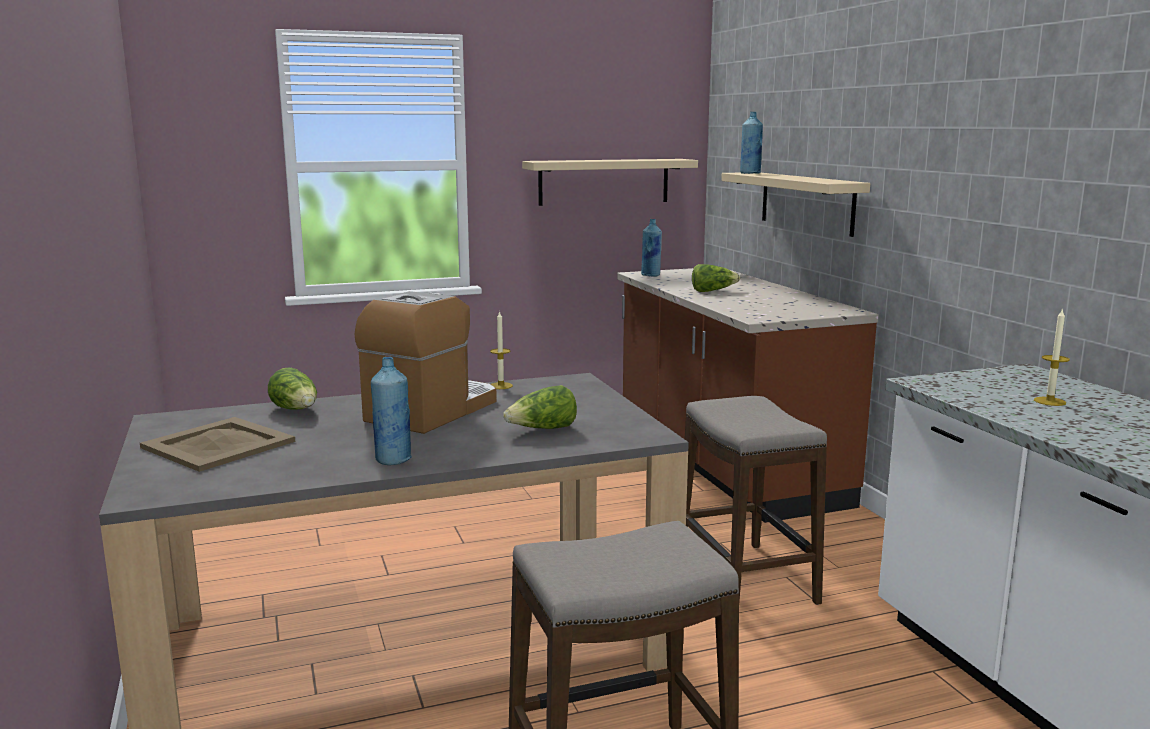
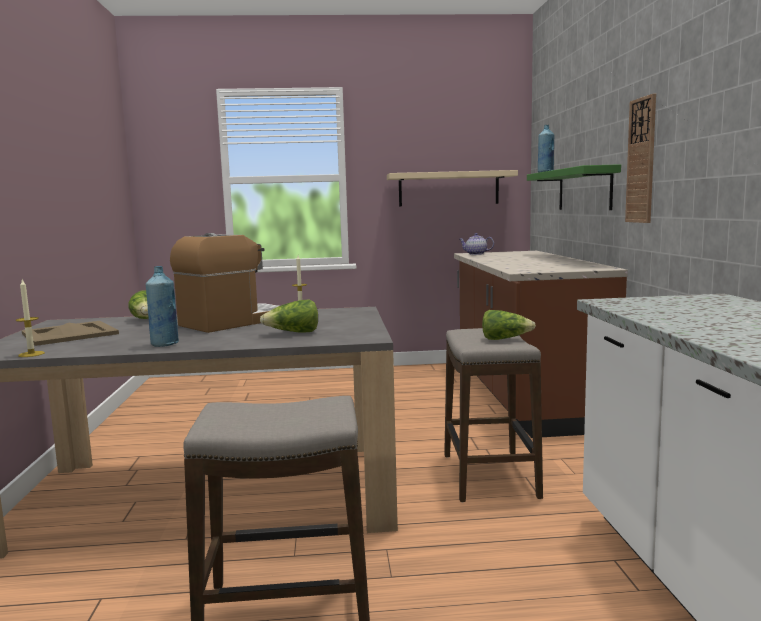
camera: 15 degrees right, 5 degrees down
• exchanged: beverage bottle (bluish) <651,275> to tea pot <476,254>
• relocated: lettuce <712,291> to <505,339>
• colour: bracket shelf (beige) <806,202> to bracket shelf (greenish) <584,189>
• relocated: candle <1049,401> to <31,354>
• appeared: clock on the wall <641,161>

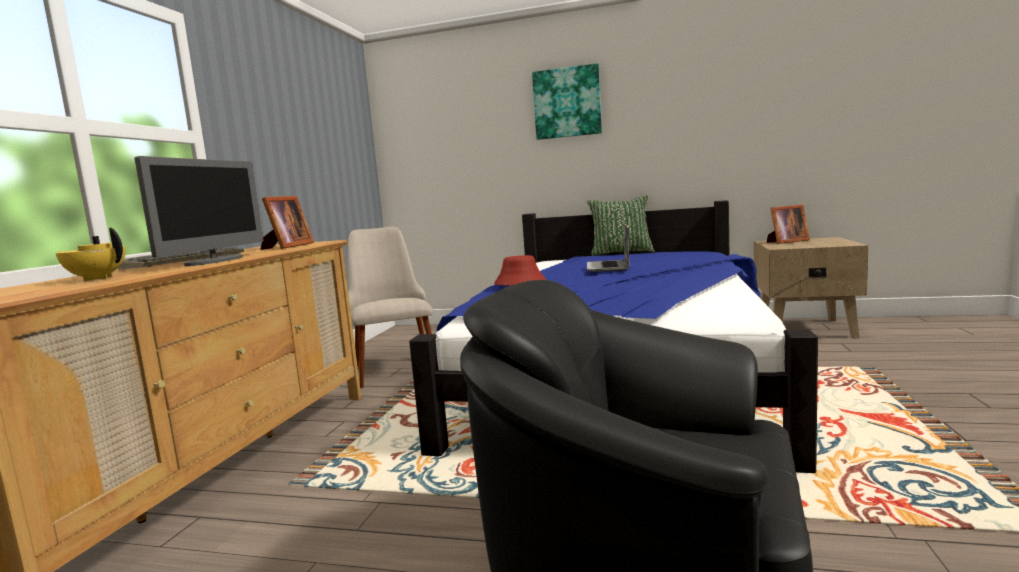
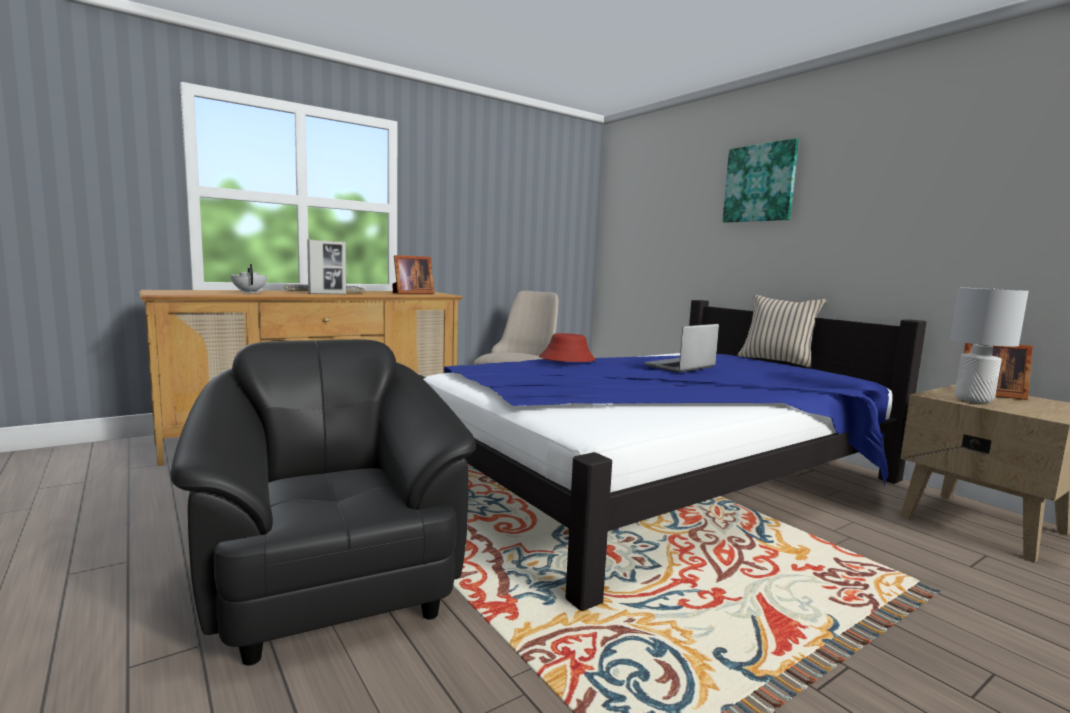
camera: 40 degrees right, 0 degrees up
• colour: tea pot (yellowish) <96,278> to tea pot (white-coloured) <250,292>
• exchanged: computer display <215,261> to picture frame <327,294>
• colour: pillow (greenish) <621,253> to pillow (beige) <777,361>
• appeared: lamp for a table (grey) <972,401>

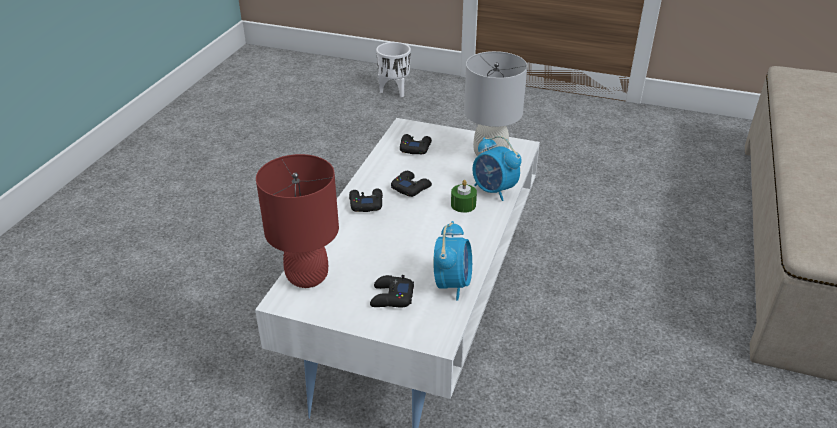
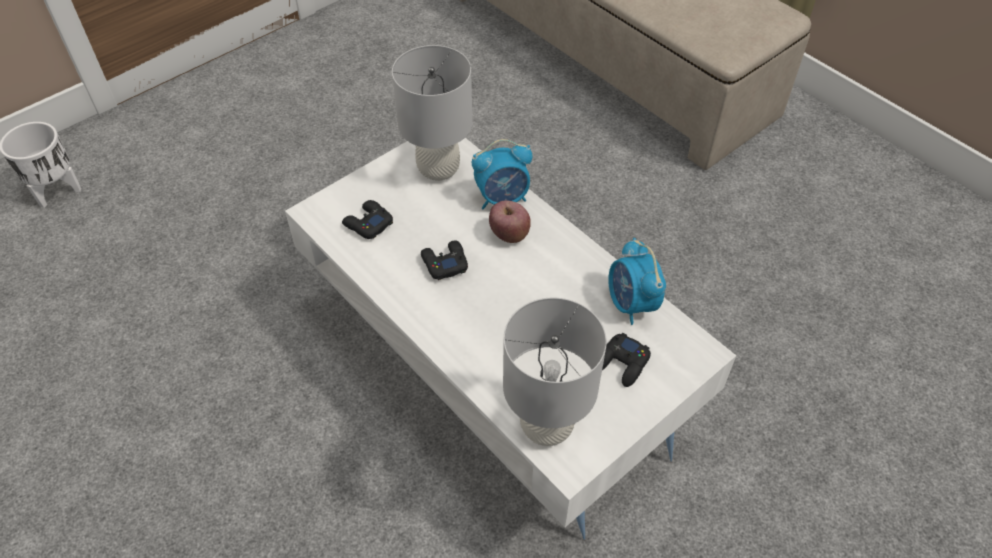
camera: 60 degrees left, 15 degrees up
• colour: lamp for a table (red-coloured) <309,279> to lamp for a table (grey) <548,426>
• missing: gamepad (black) <366,204>
• spun: alarm clock <452,284> = <631,304> 150 degrees counterclockwise
• exchanged: candle (greenish) <463,205> to apple <509,234>

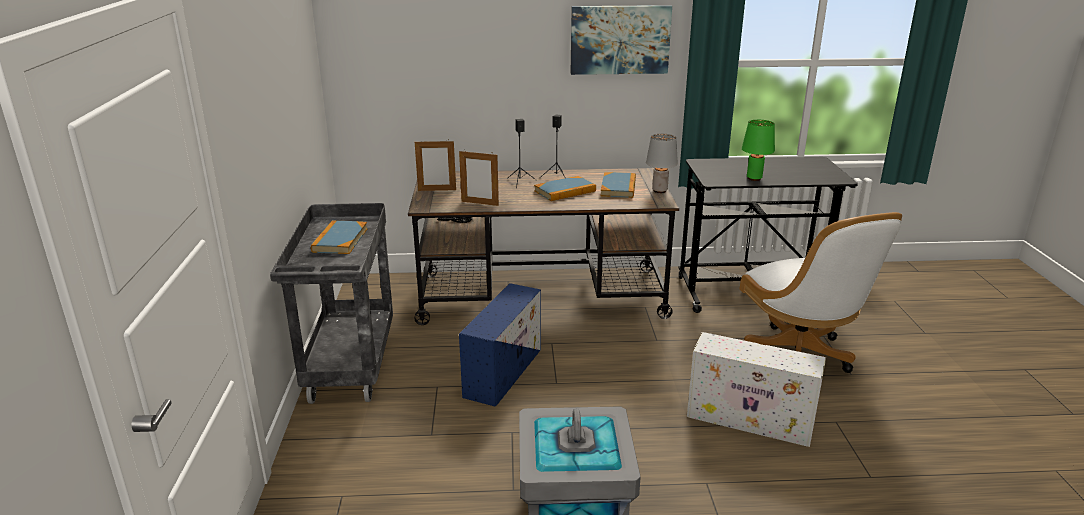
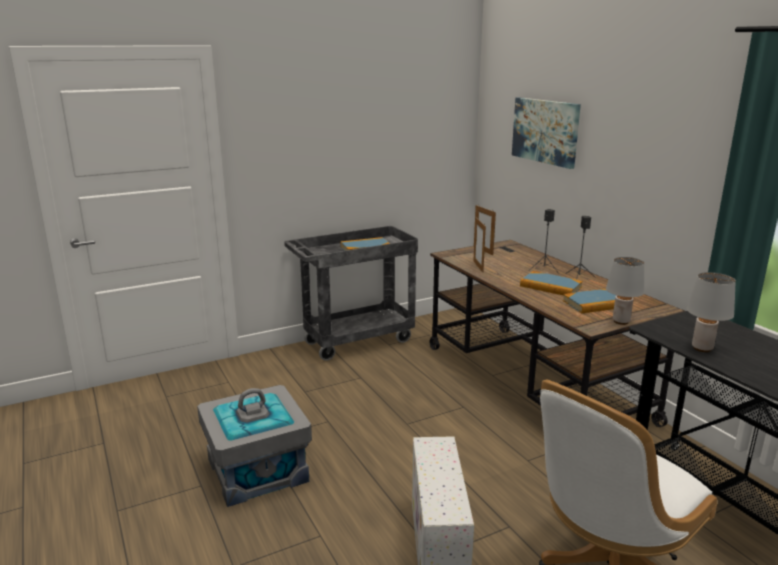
camera: 65 degrees right, 5 degrees down
• missing: storage box (bluish) <504,371>
• relocated: picture <620,39> to <545,131>
• colour: lamp for a table (greenish) <753,178> to lamp for a table (grey) <702,348>

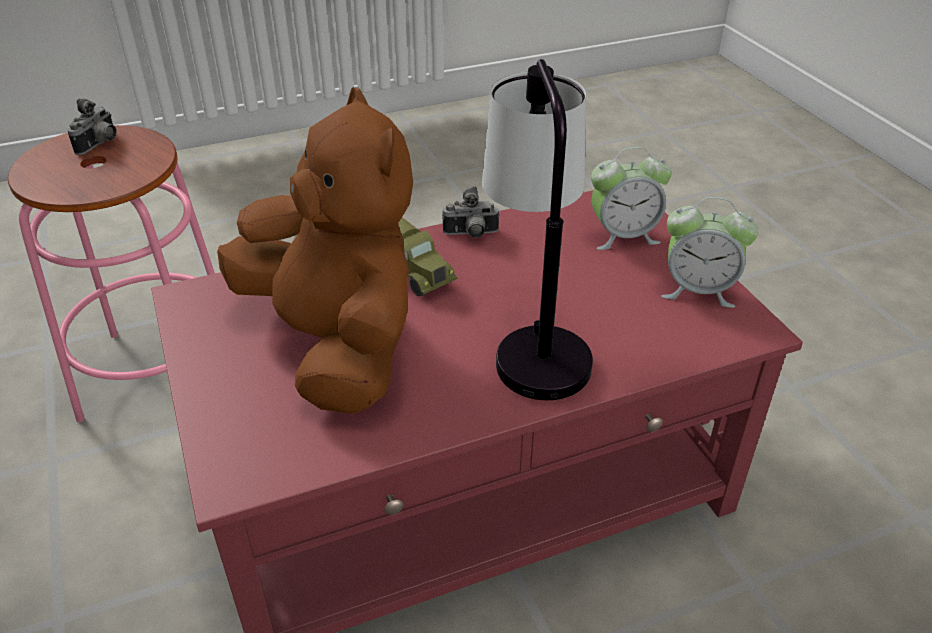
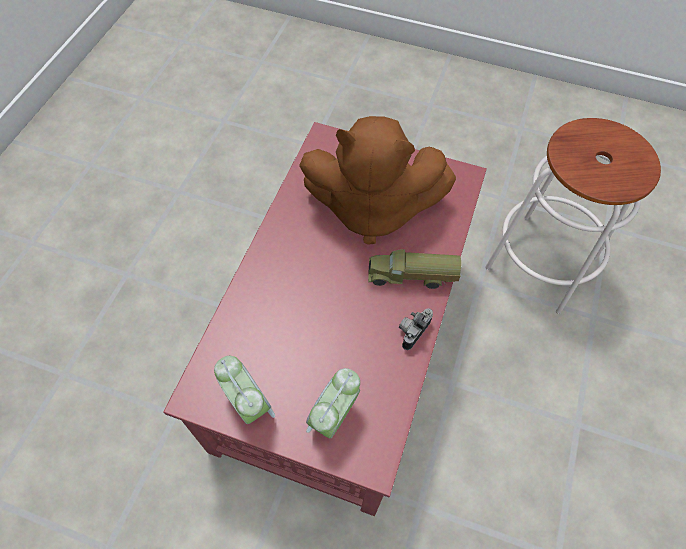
camera: 130 degrees right, 20 degrees up
• colour: sitting stool (pinkish) <159,373> to sitting stool (white-coloured) <541,262>
• missing: photo camera <100,144>
• missing: lamp for a table <532,336>
• spun: alarm clock <698,290> = <248,403> 90 degrees clockwise

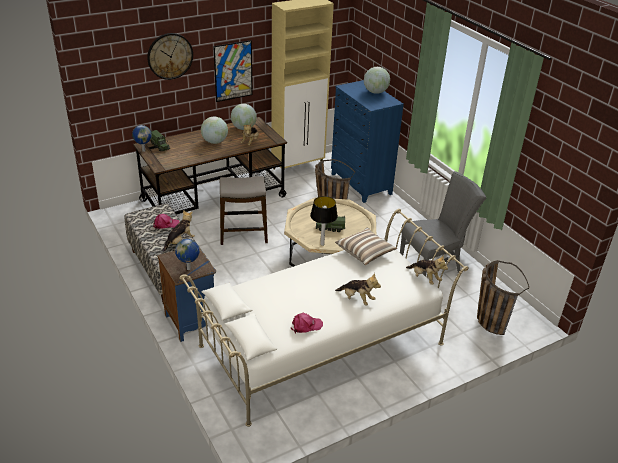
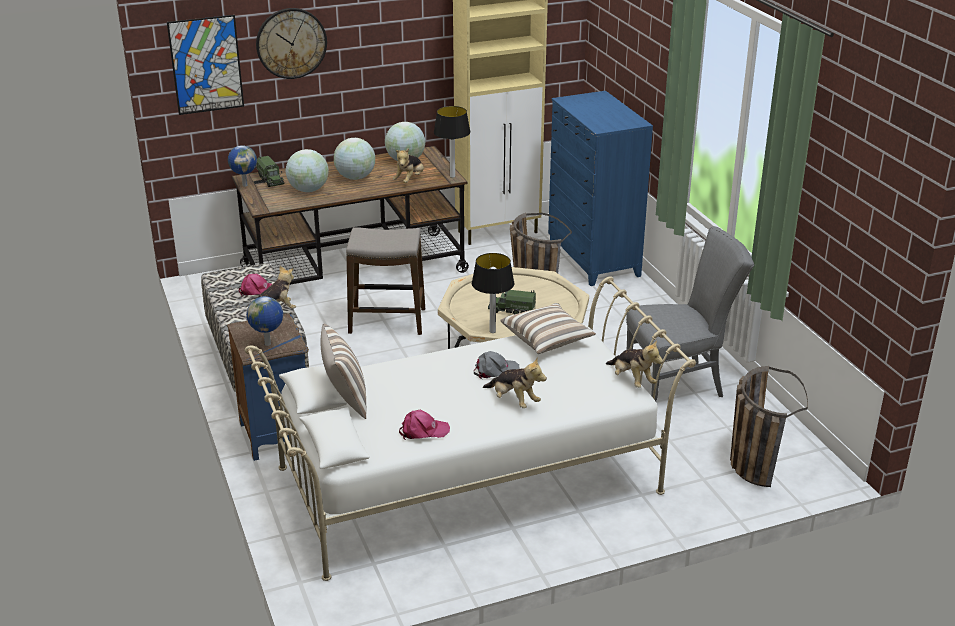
camera: 10 degrees right, 5 degrees down
• relocated: picture <233,71> to <206,65>
• relocated: desk globe <375,92> to <308,190>
• appeared: pillow <345,400>
• appeared: lamp for a table <452,176>
• appeared: cap (grey) <495,370>

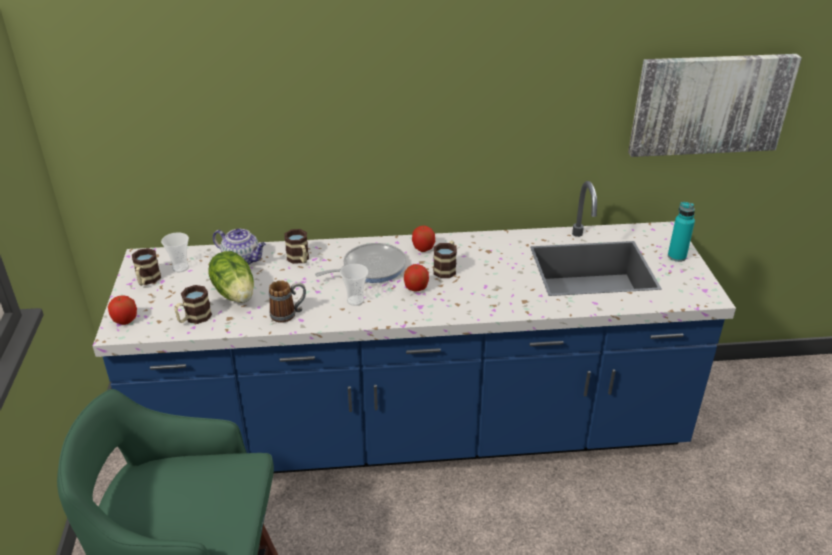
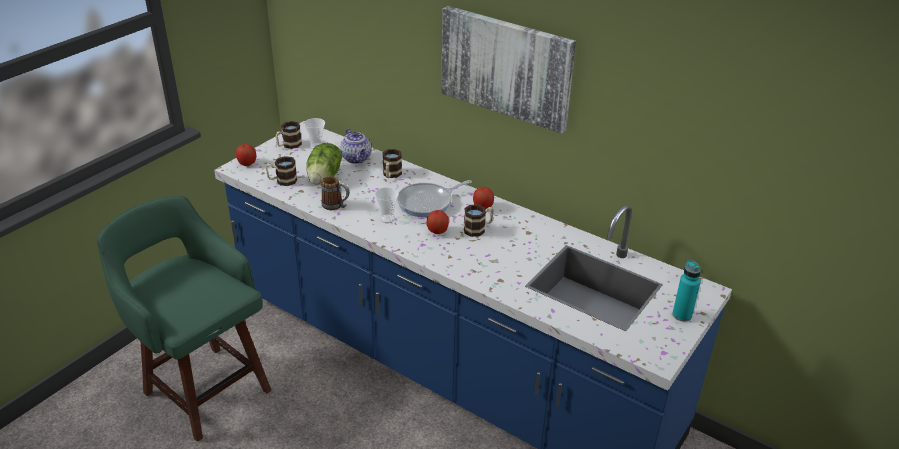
camera: 40 degrees right, 0 degrees up
• spun: skillet <370,268> = <427,202> 135 degrees clockwise
• relocated: picture <710,104> to <506,67>

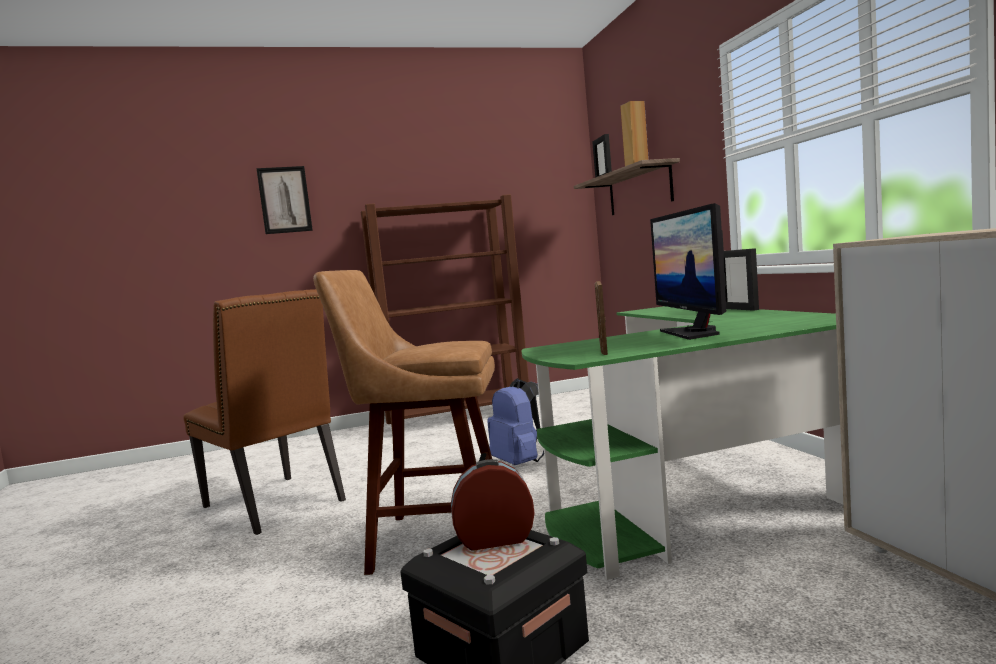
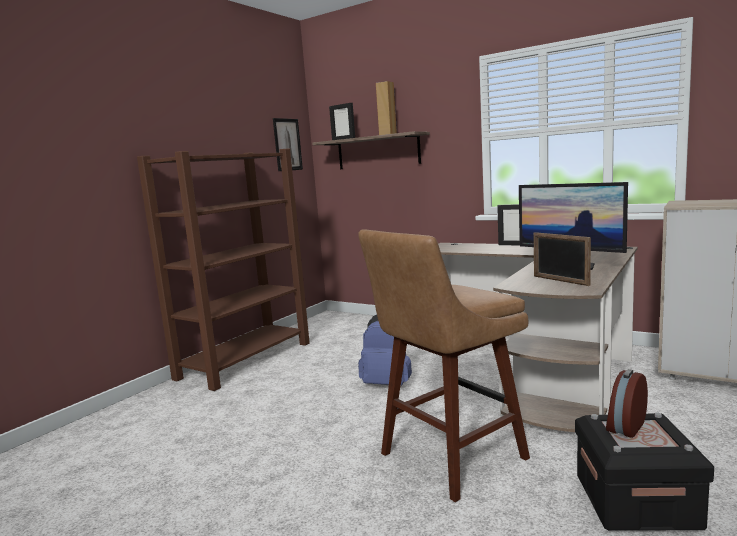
camera: 40 degrees left, 5 degrees up
• missing: upright chair (brown) <273,503>
• relocated: picture <285,200> to <287,144>
• colour: desk table (greenish) <706,488> to desk table (brown) <539,369>

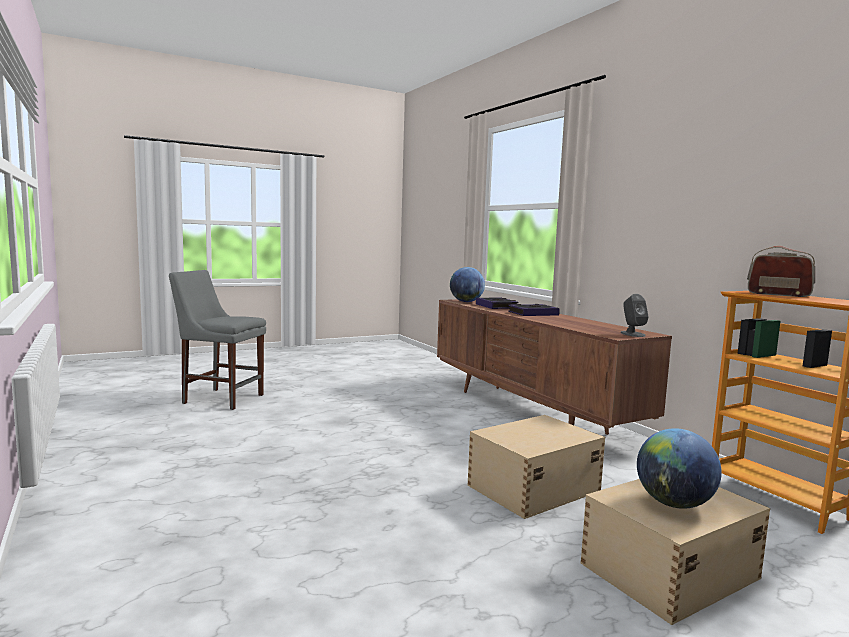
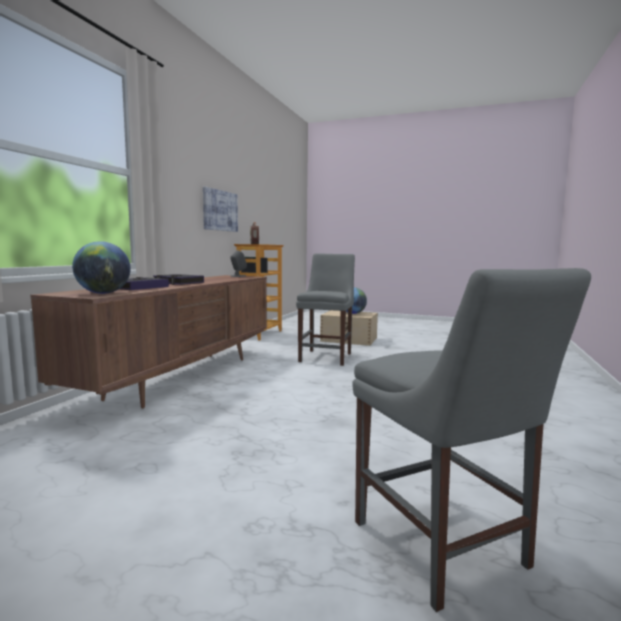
camera: 130 degrees left, 0 degrees up
• exchanged: storage box (beige) <532,488> to upright chair (grey) <326,357>
• appeared: picture <220,210>

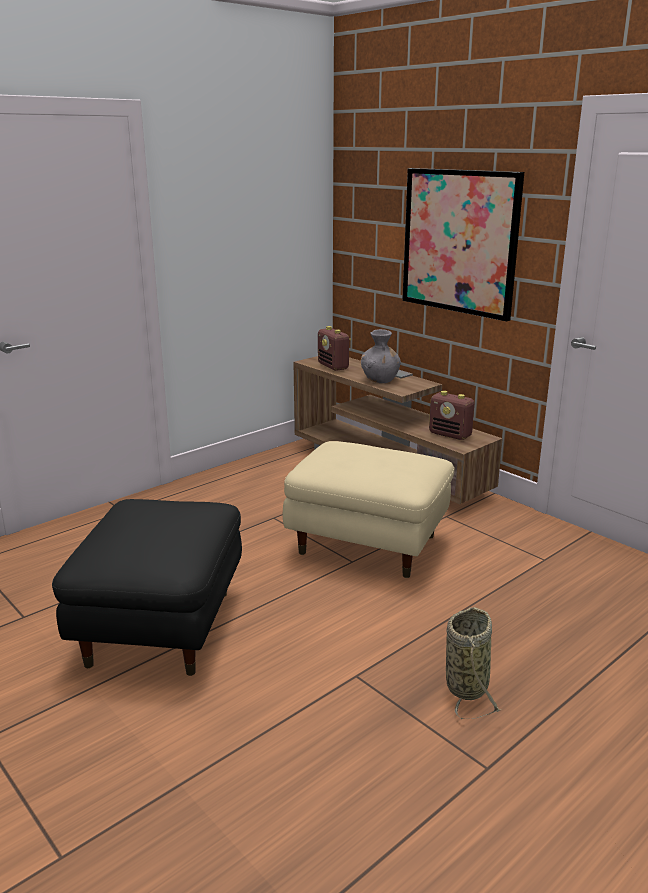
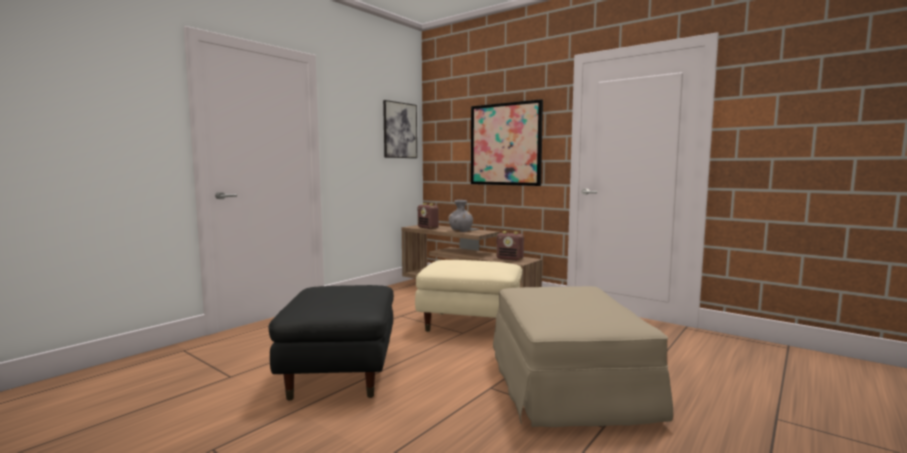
camera: 10 degrees left, 15 degrees down
• exchanged: storage basket <467,684> to pouffe (beige) <567,385>
• appeared: picture <400,130>

